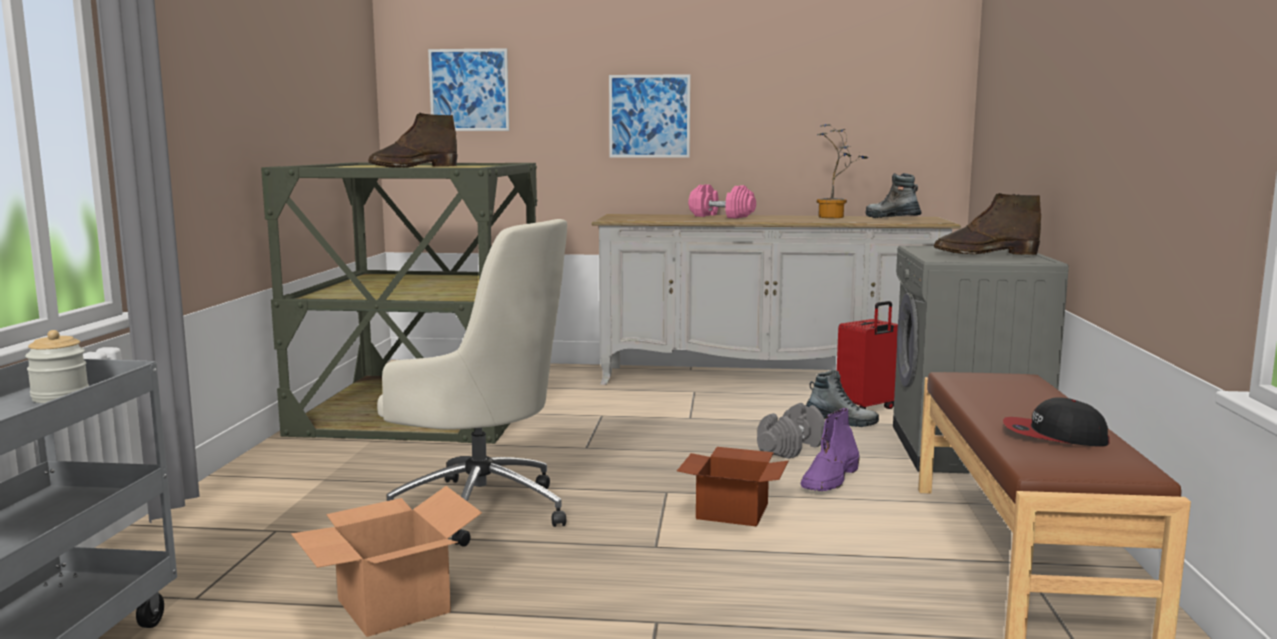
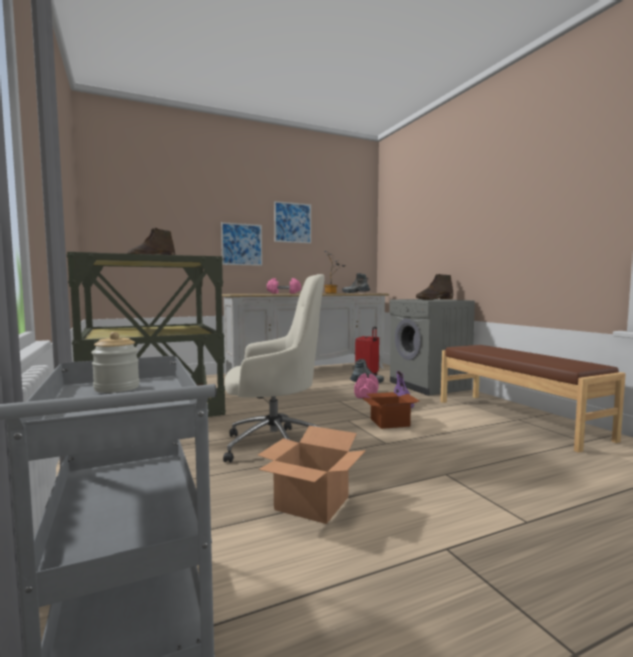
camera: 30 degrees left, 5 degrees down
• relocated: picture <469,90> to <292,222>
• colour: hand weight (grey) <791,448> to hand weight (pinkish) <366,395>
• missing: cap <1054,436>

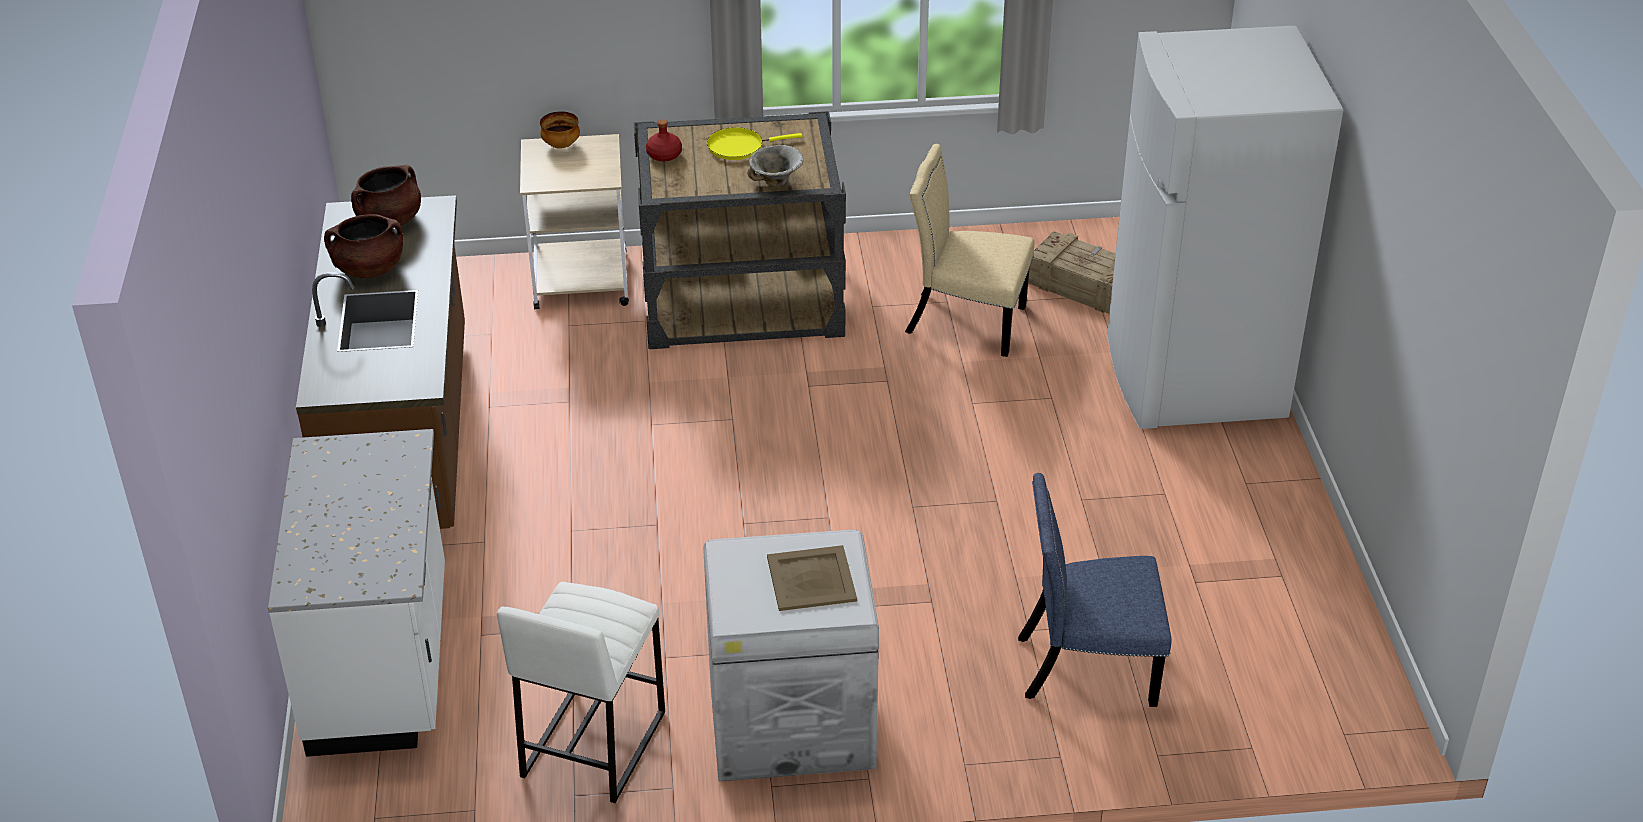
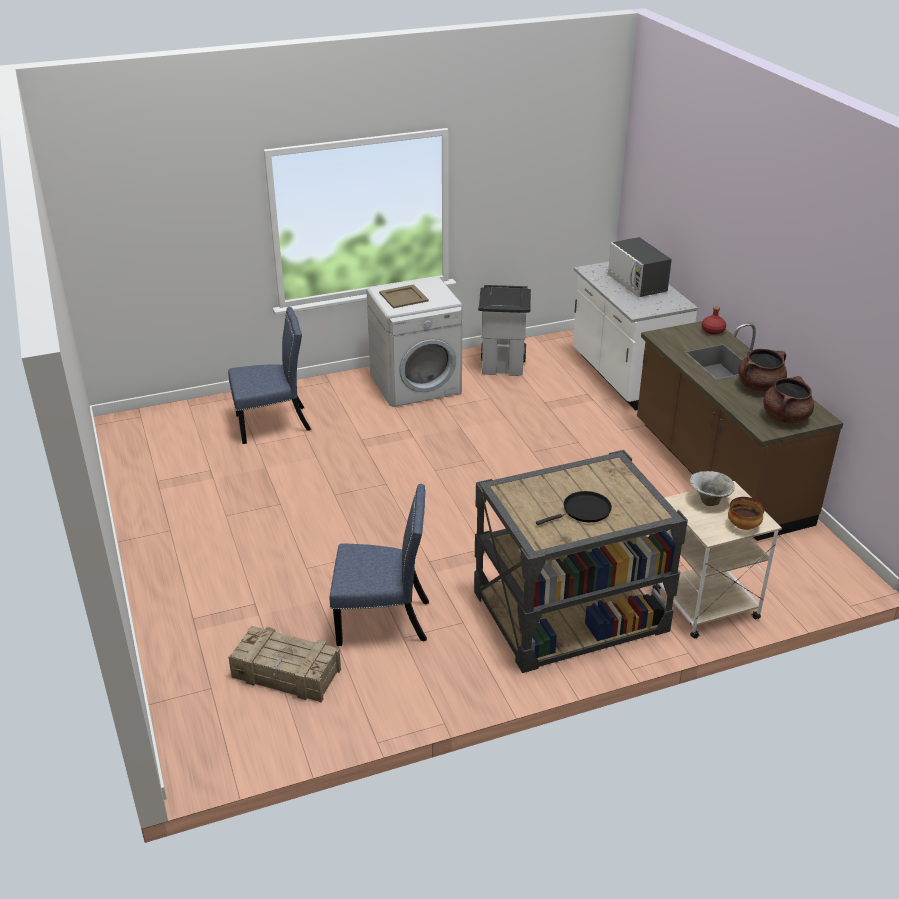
camera: 165 degrees right, 5 degrees down
• exchanged: sitting stool (white-coloured) <593,744> to waste bin (grey) <503,365>
• relocated: beverage bottle (red-coloured) <664,155> to <712,330>
• colour: skillet (yellowish) <739,147> to skillet (black) <583,511>
• relocated: serving bowl <776,183> to <709,500>
• colour: upright chair (beige) <968,322> to upright chair (bluish) <381,620>
• missing: kitchen fridge (white-coloured) <1194,376>
• appeared: kitchen microwave <637,284>

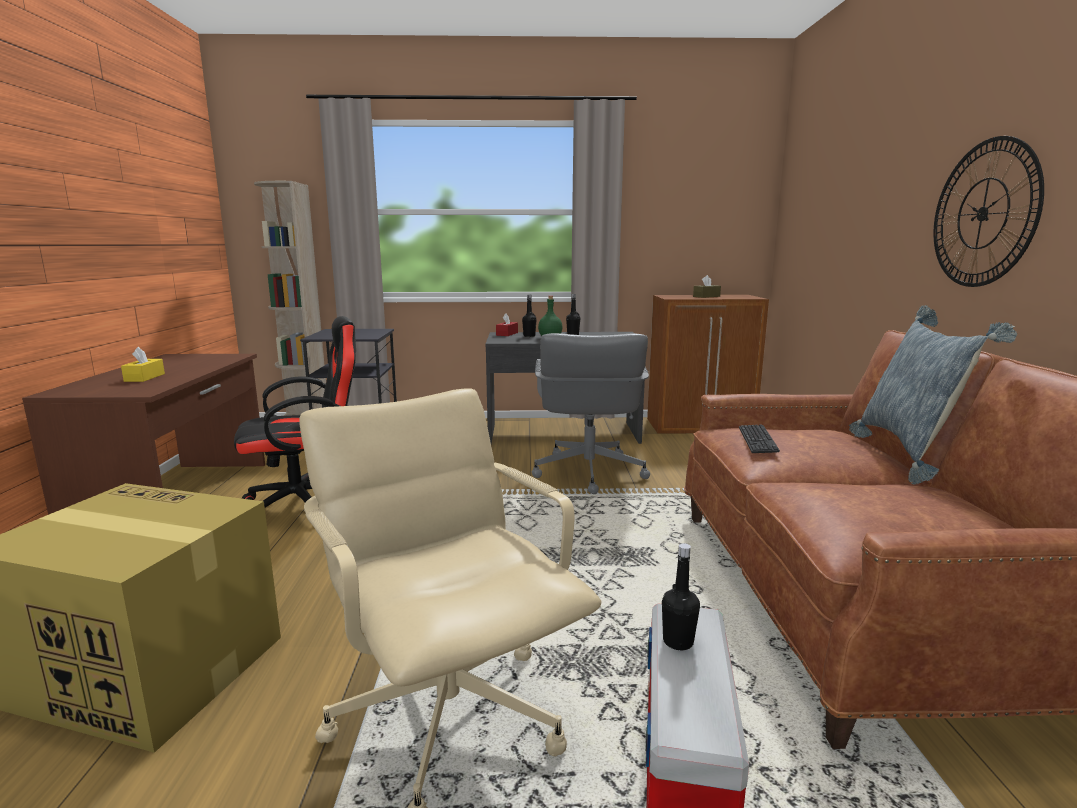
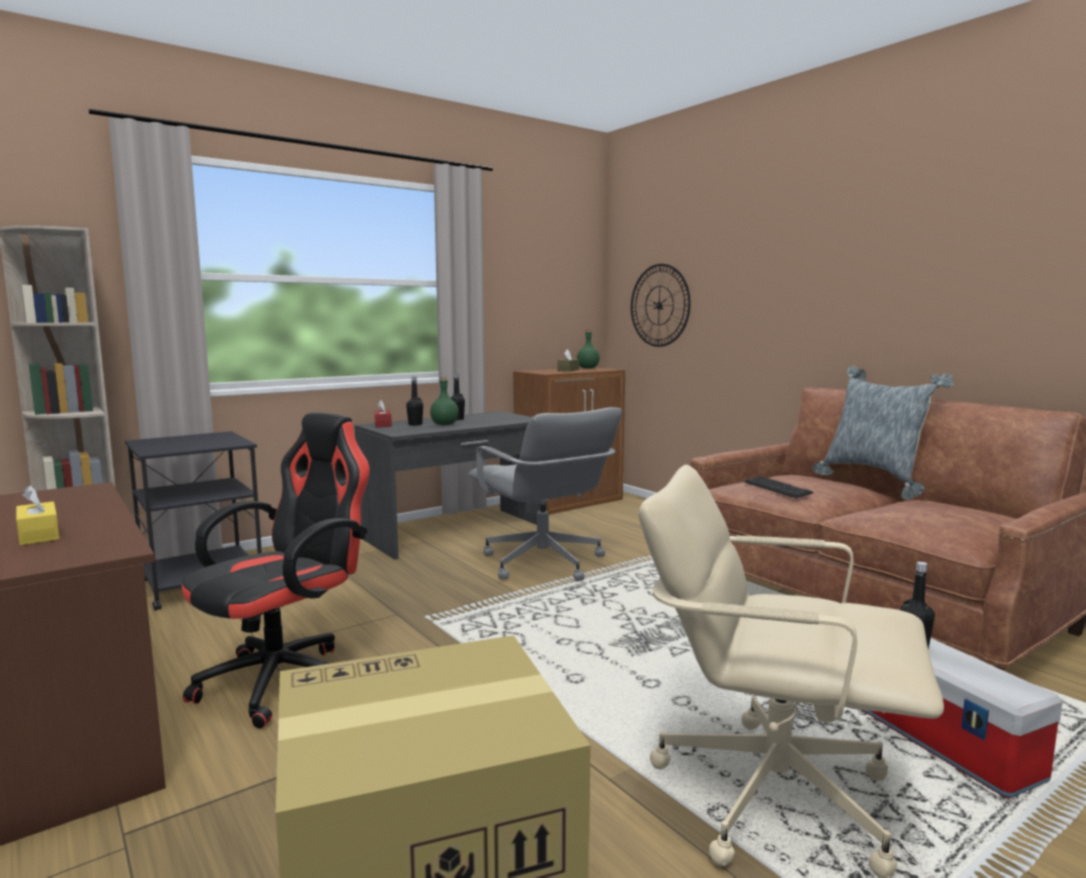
camera: 35 degrees left, 5 degrees down
• relocated: clock on the wall <983,214> to <659,305>
• appeared: beverage bottle (greenish) <588,368>

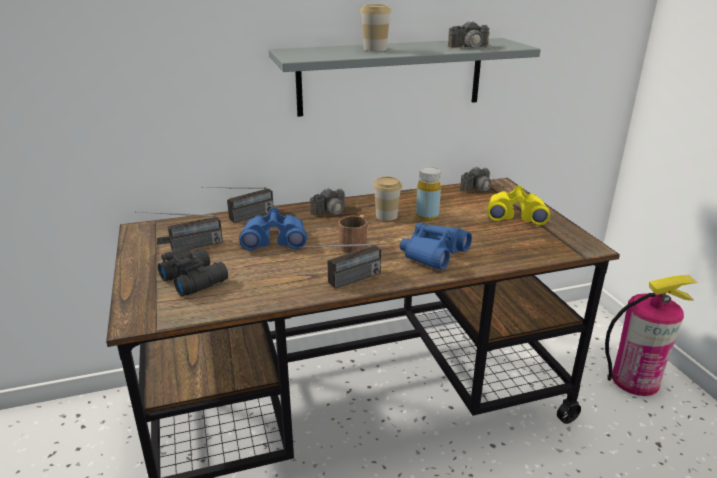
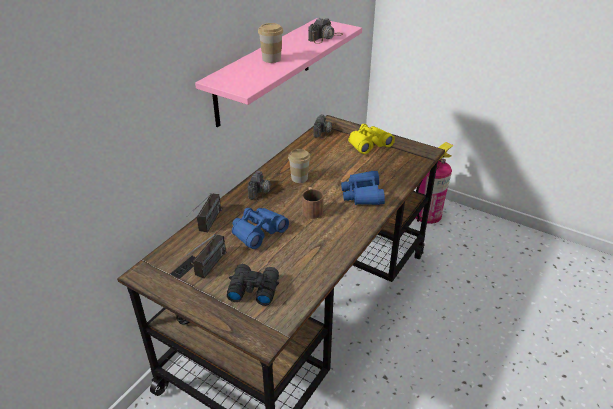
camera: 40 degrees left, 10 degrees up
• colour: bracket shelf (grey) <391,76> to bracket shelf (pinkish) <264,71>
• missing: radio <343,283>
• missing: beverage bottle (yellowish) <427,216>

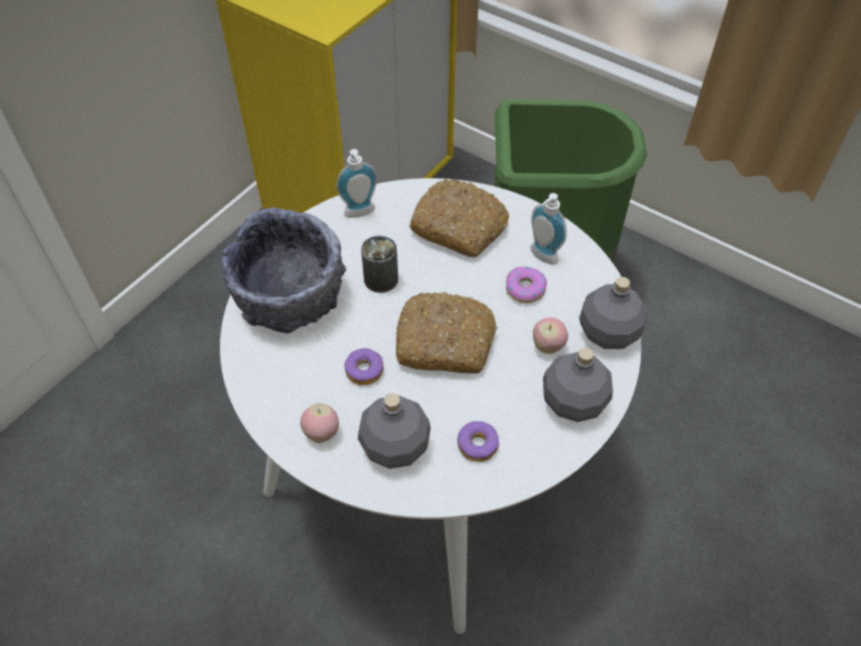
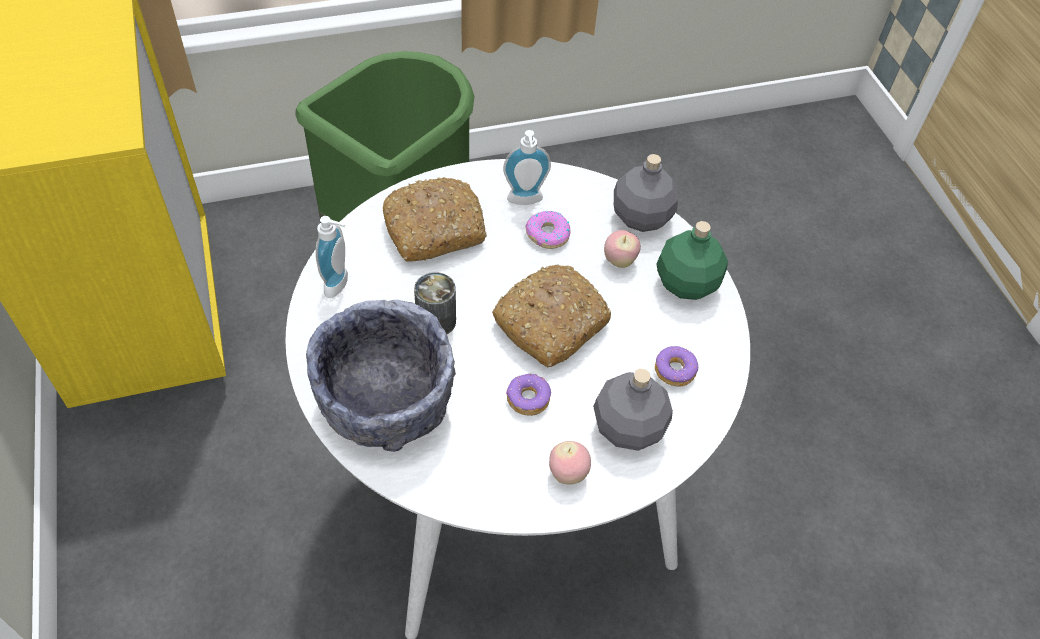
camera: 55 degrees left, 0 degrees up
• colour: beverage bottle (grey) <574,403> to beverage bottle (greenish) <687,284>

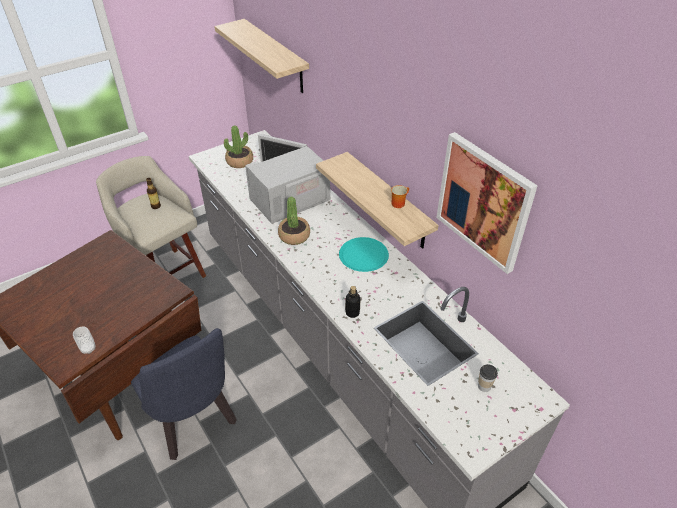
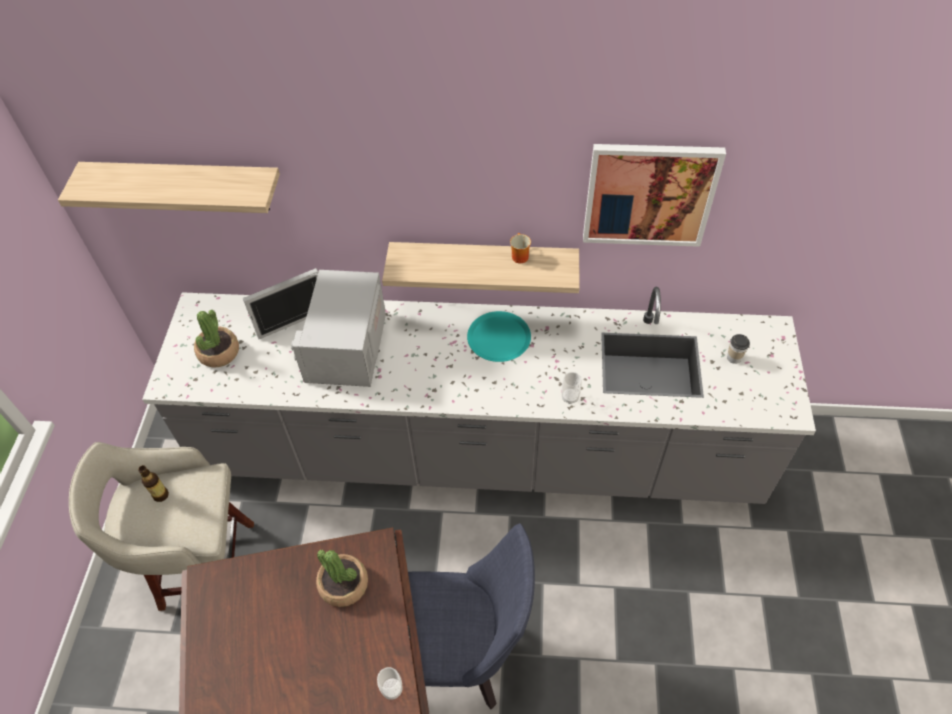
camera: 50 degrees left, 10 degrees up
• relocated: plant in a pot <294,236> to <344,584>
• exchanged: beverage bottle <352,313> to drinking cup <570,397>

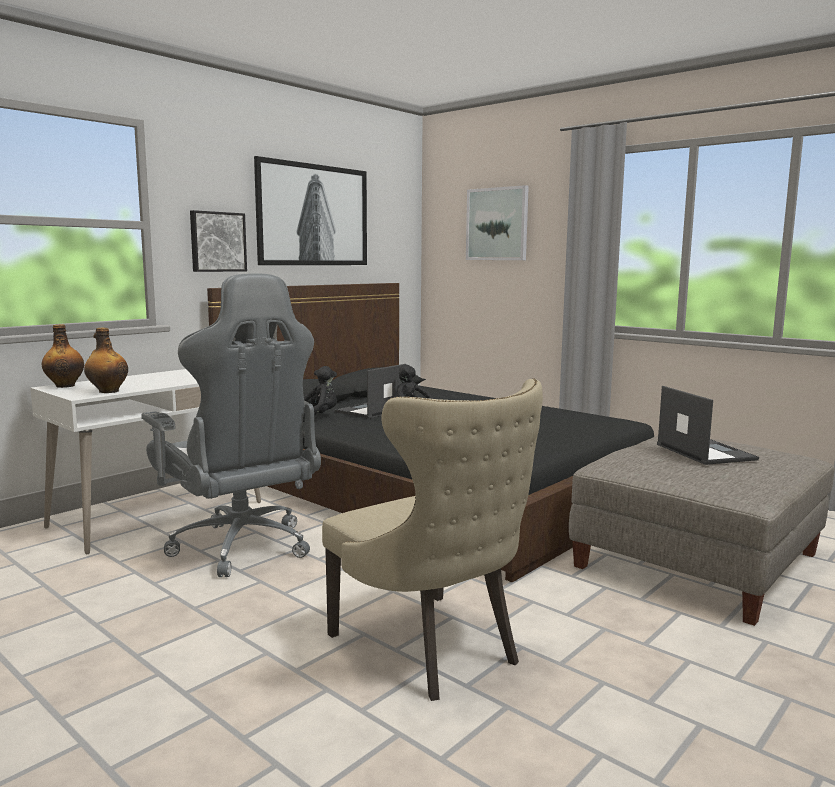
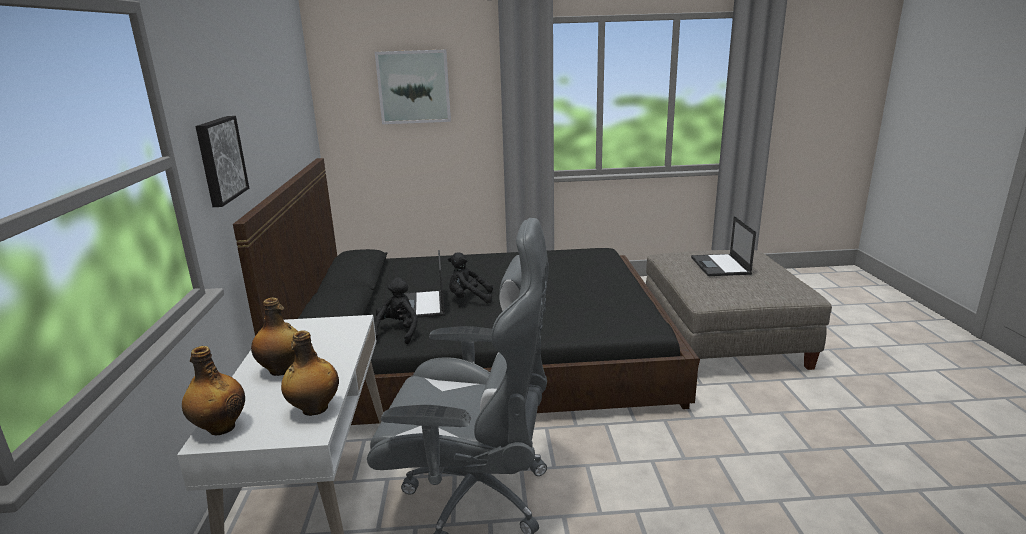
camera: 45 degrees left, 10 degrees up
• missing: picture <313,215>
• missing: upright chair (beige) <432,648>
• spun: portable computer <704,452> = <720,266> 120 degrees counterclockwise
• appeared: beverage bottle <282,370>

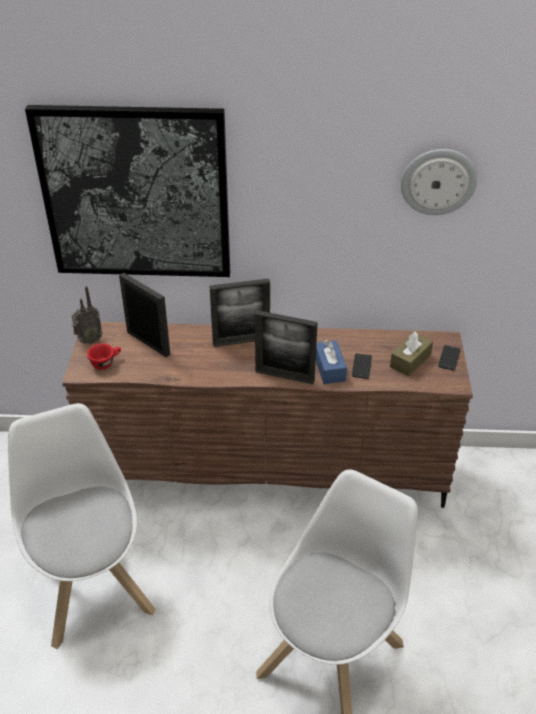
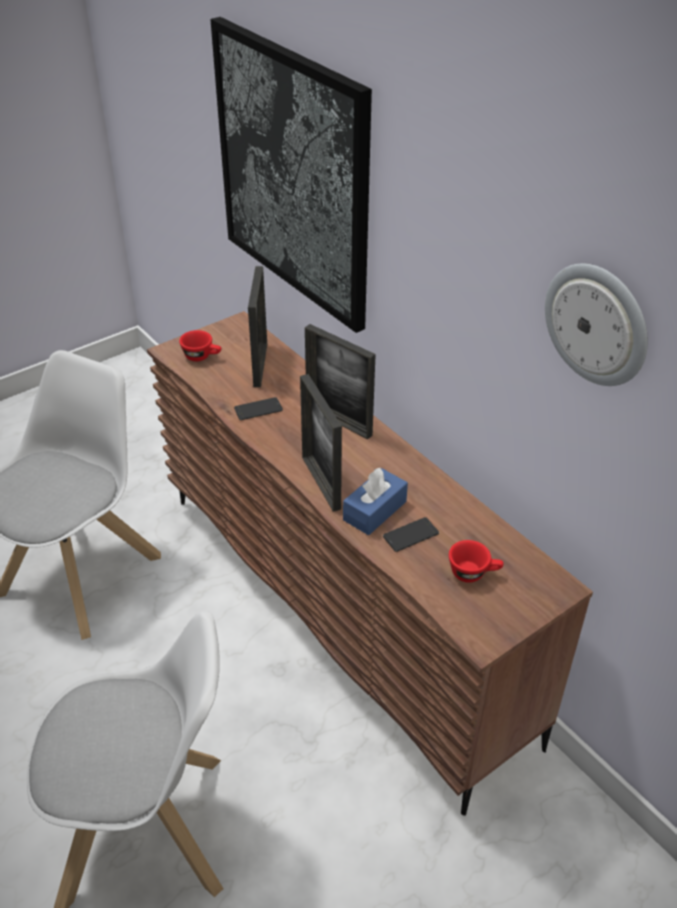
camera: 50 degrees right, 0 degrees up
• missing: radio <88,340>
• exchanged: tissue holder (brown) <410,361> to drinking cup (red-coloured) <473,573>
• relocated: handset <449,358> to <258,409>

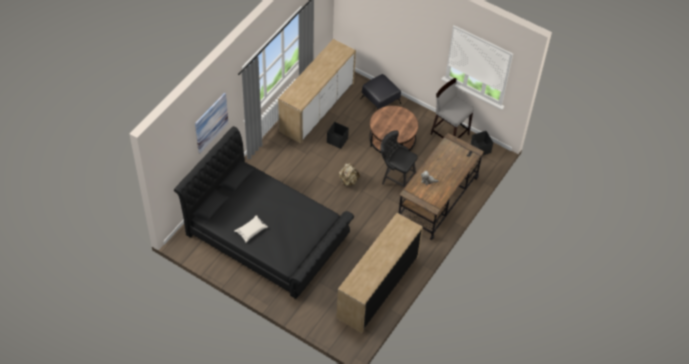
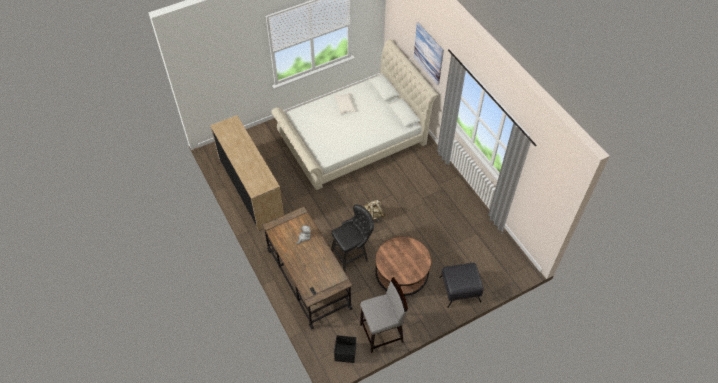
camera: 120 degrees right, 0 degrees up
• colour: sleeping bed (black) <266,233> to sleeping bed (beige) <352,137>
• missing: drawer chest <317,107>
• missing: storage box (black) <337,140>

